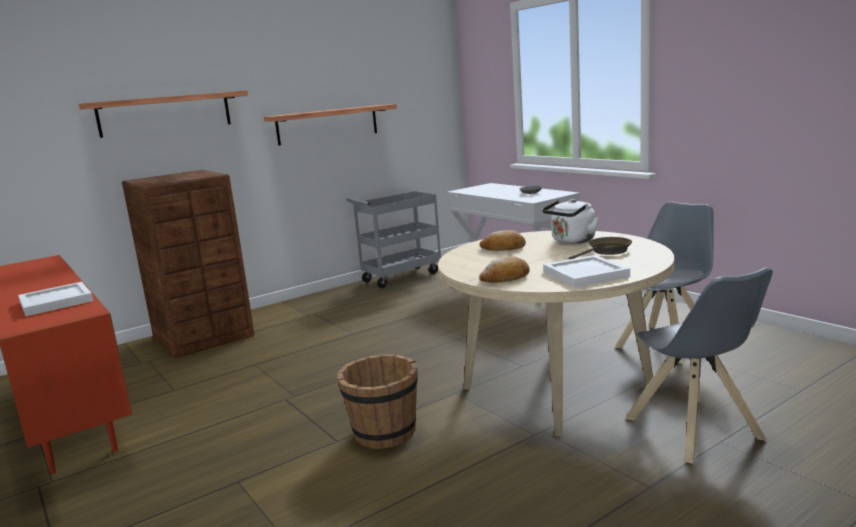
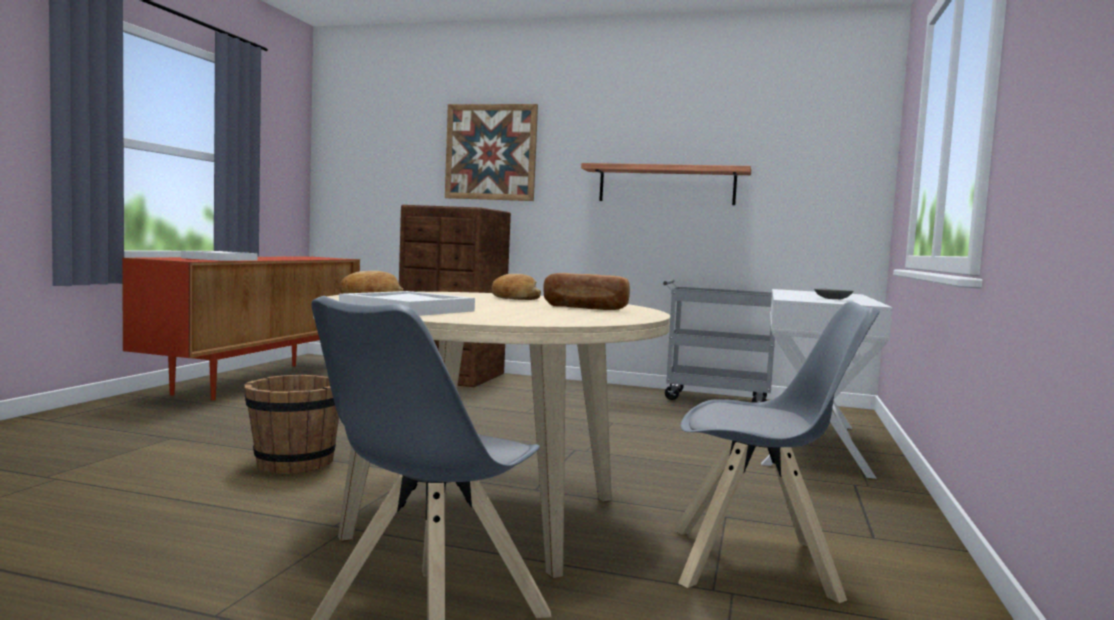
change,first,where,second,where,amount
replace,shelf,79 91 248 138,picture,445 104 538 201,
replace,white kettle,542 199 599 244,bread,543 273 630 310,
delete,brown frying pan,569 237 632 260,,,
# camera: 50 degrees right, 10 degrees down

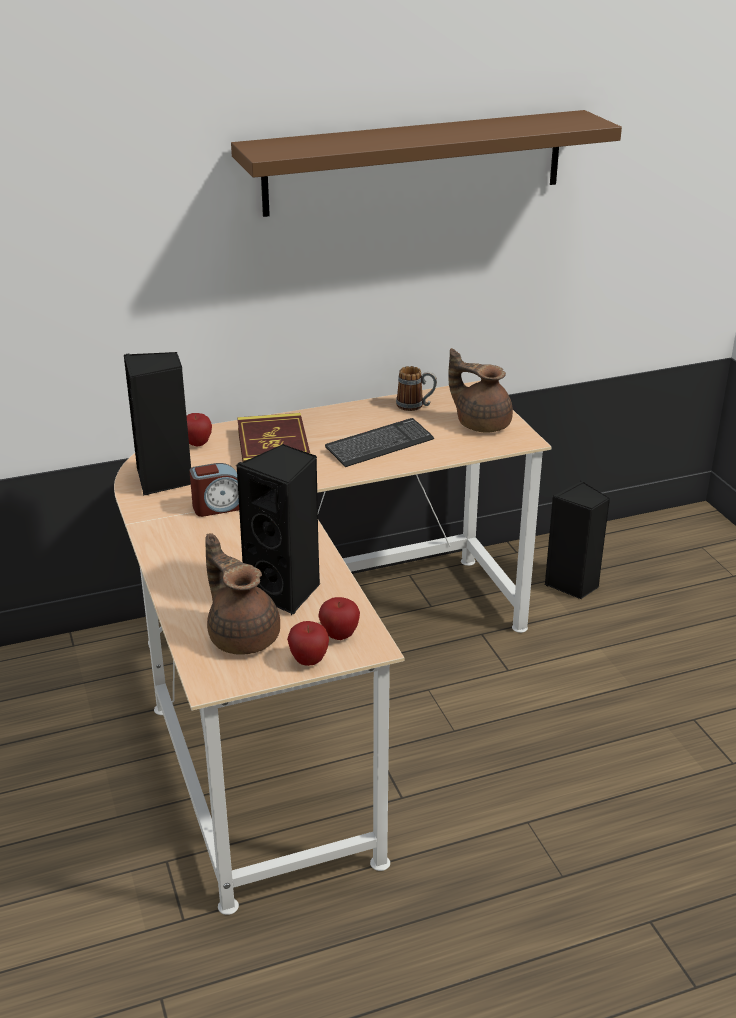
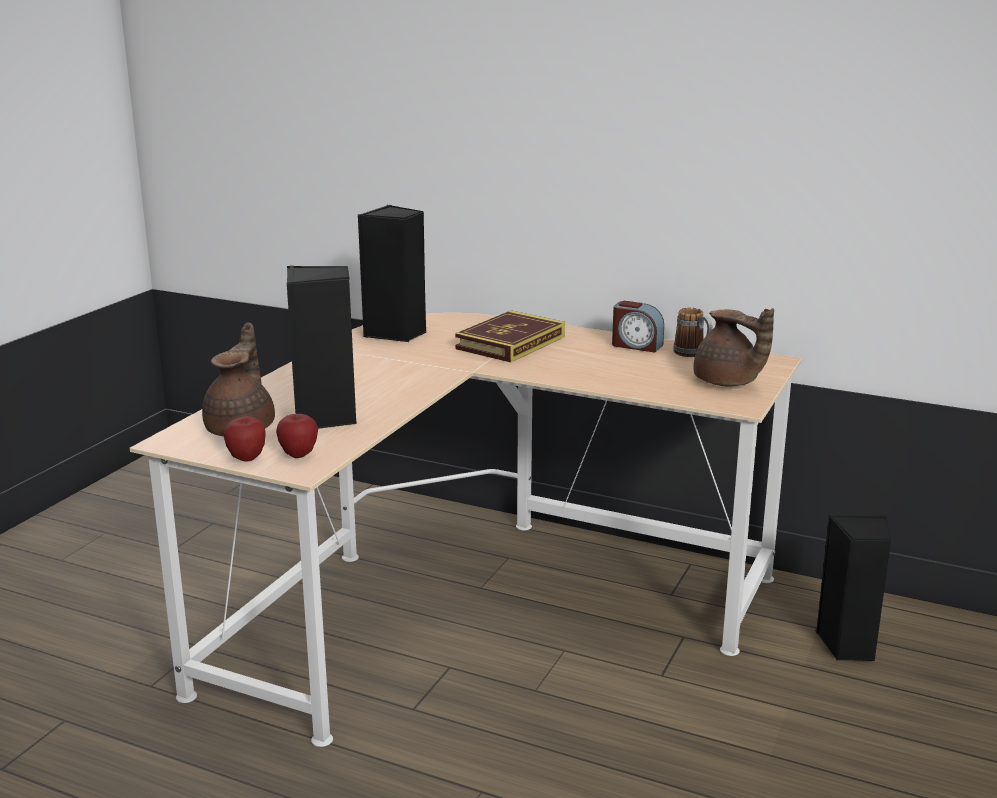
change,first,where,second,where,amount
delete,brown shelf,231 110 622 217,,,
rotate,brown teapot,448 348 513 433,,693 308 774 386,150 degrees clockwise
delete,apple,187 413 212 446,,,
delete,keyboard,325 418 434 467,,,
move,alarm clock,189 463 239 517,,612 300 664 353,
# camera: 45 degrees right, 10 degrees down

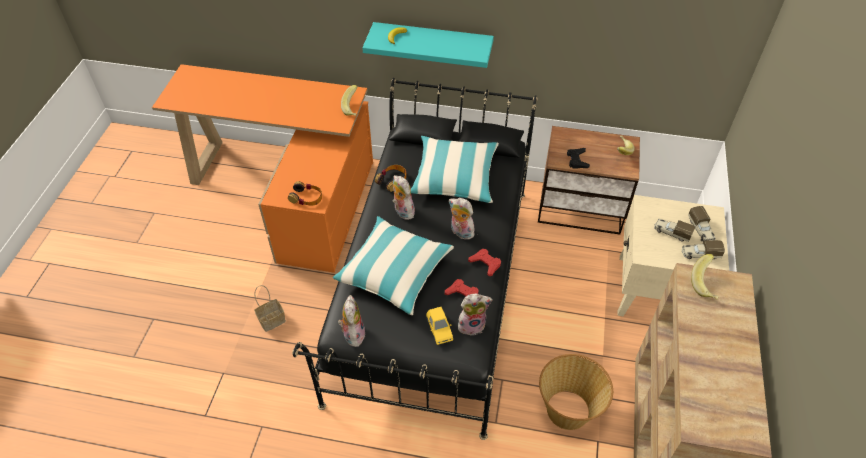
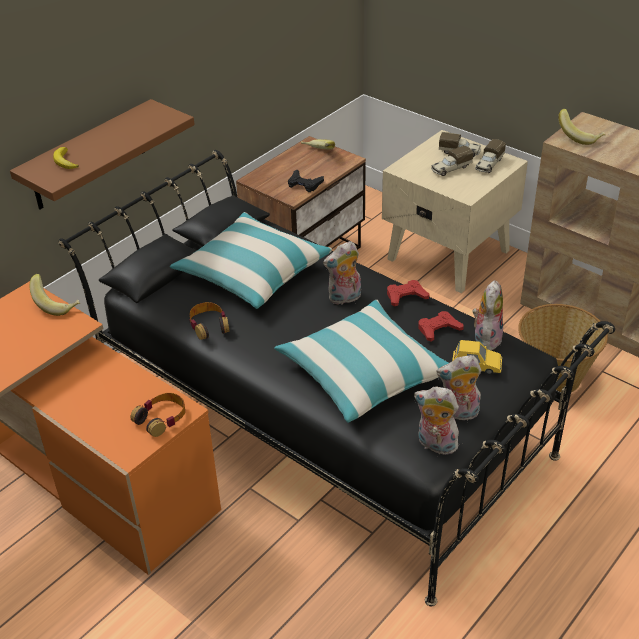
change,first,where,second,where,amount
recolor,turquoise shelf,362 22 494 68,brown shelf,10 99 195 209,
move,plush toy,392 175 415 220,,436 355 482 420,
delete,basket,254 285 286 332,,,
# camera: 60 degrees left, 10 degrees down

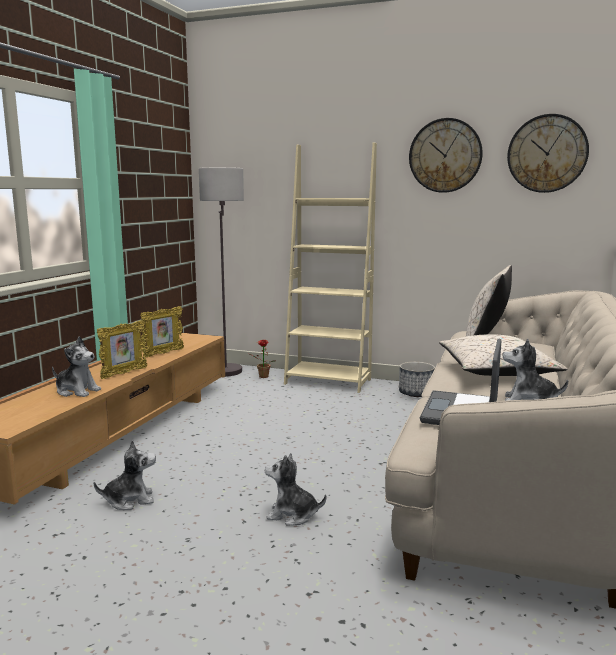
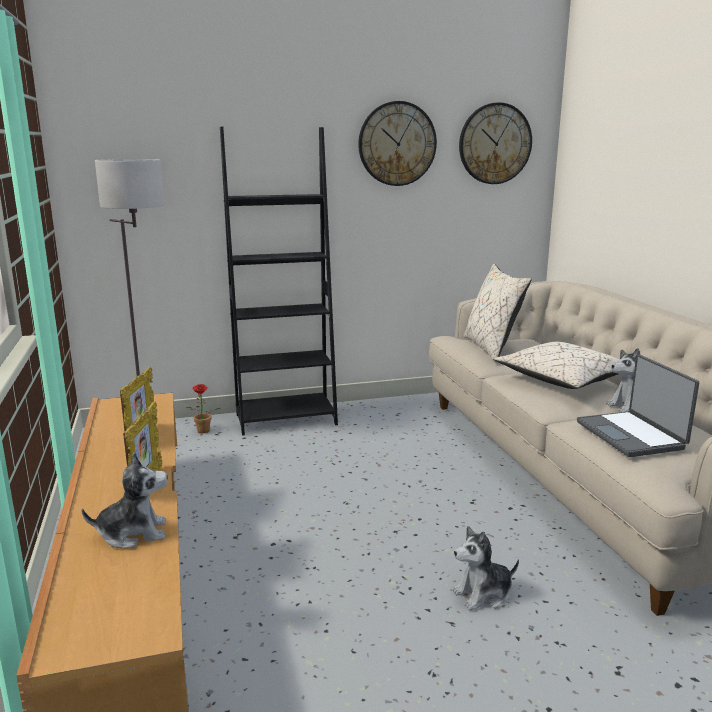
change,first,where,second,where,amount
recolor,beige bookcase,284 143 377 393,black bookcase,220 127 338 436,
delete,planter,399 362 435 397,,,
delete,plush toy,94 439 156 510,,,
# camera: 35 degrees left, 5 degrees up

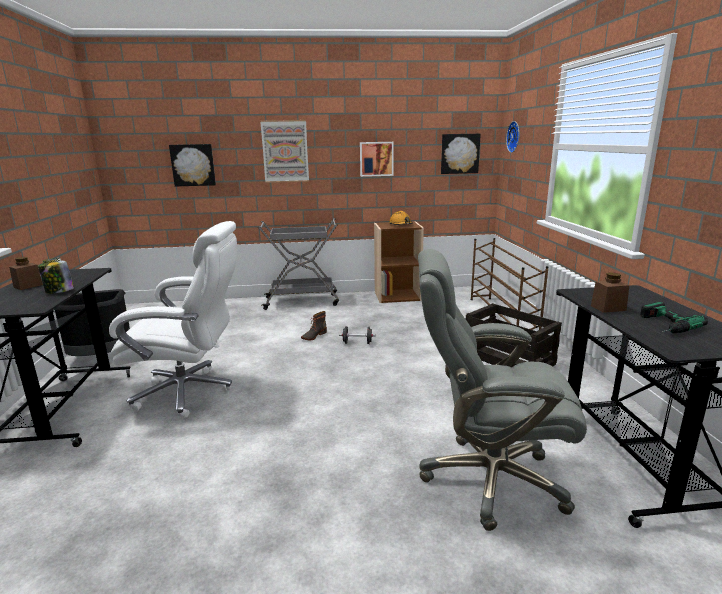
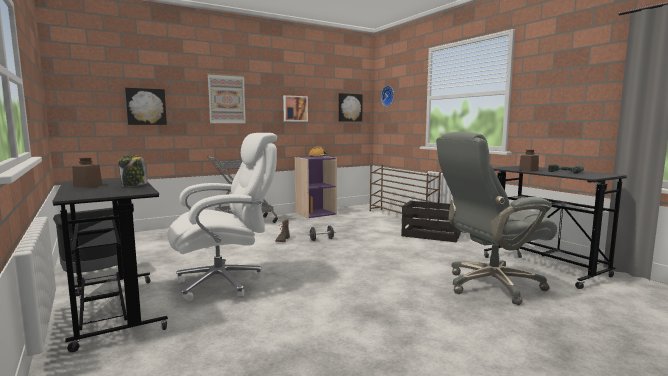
change,first,where,second,where,amount
recolor,brown bookcase,374 221 424 303,purple bookcase,295 156 337 218,
# camera: 25 degrees left, 10 degrees down

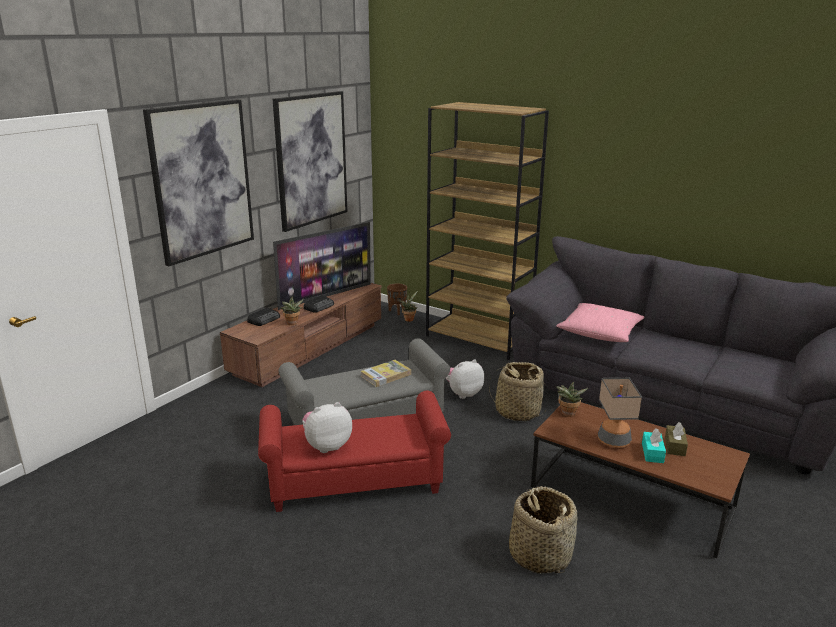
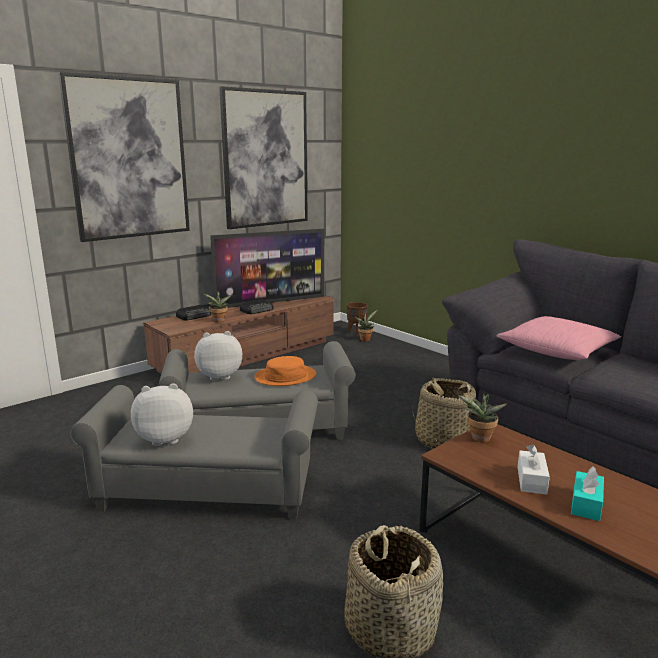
change,first,where,second,where,amount
delete,brown bookcase,426 102 549 360,,,
move,plush toy,446 359 484 399,,194 331 242 381,
replace,book,361 360 411 387,orange hat,254 356 317 386,
replace,table lamp,598 378 642 448,white tissue box,518 445 550 495,
recolor,red ottoman,258 391 451 512,grey ottoman,70 385 318 520,
delete,brown tissue box,665 422 688 456,,,
# camera: 15 degrees right, 5 degrees down

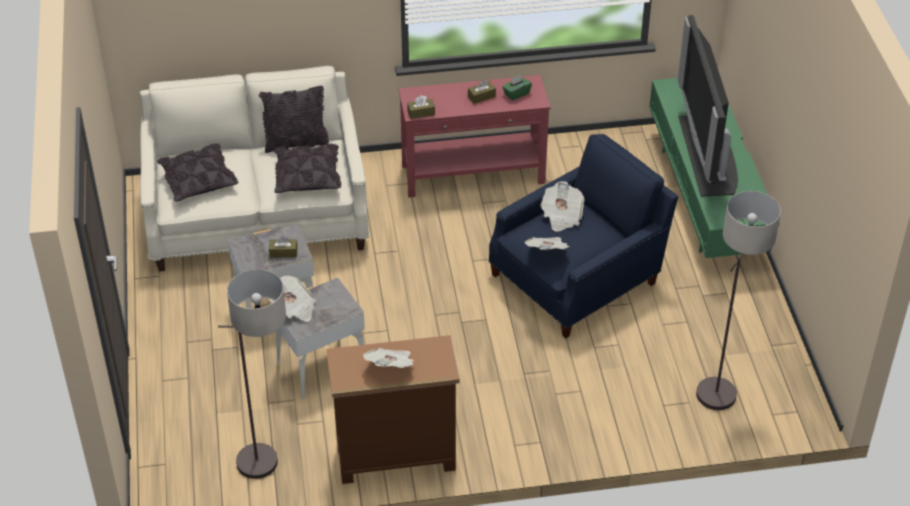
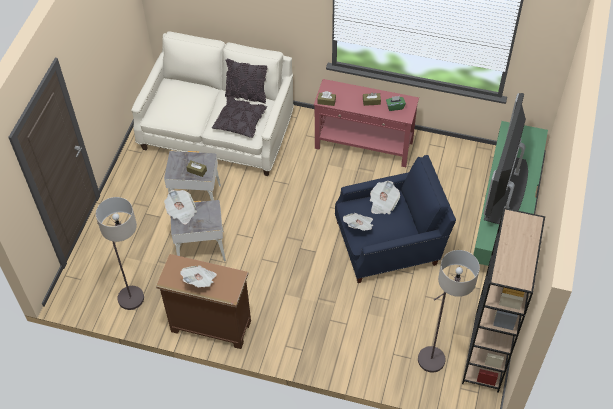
change,first,where,second,where,amount
delete,black pillow,157 143 238 202,,,
insert,,,beige bookcase,462 208 545 393,
# camera: 25 degrees right, 10 degrees up

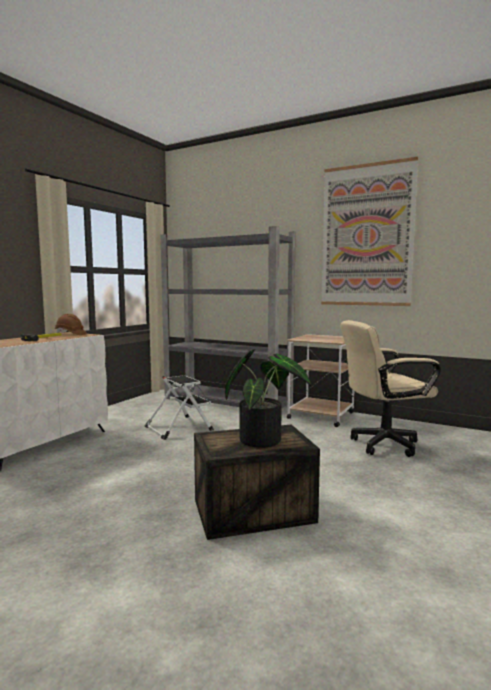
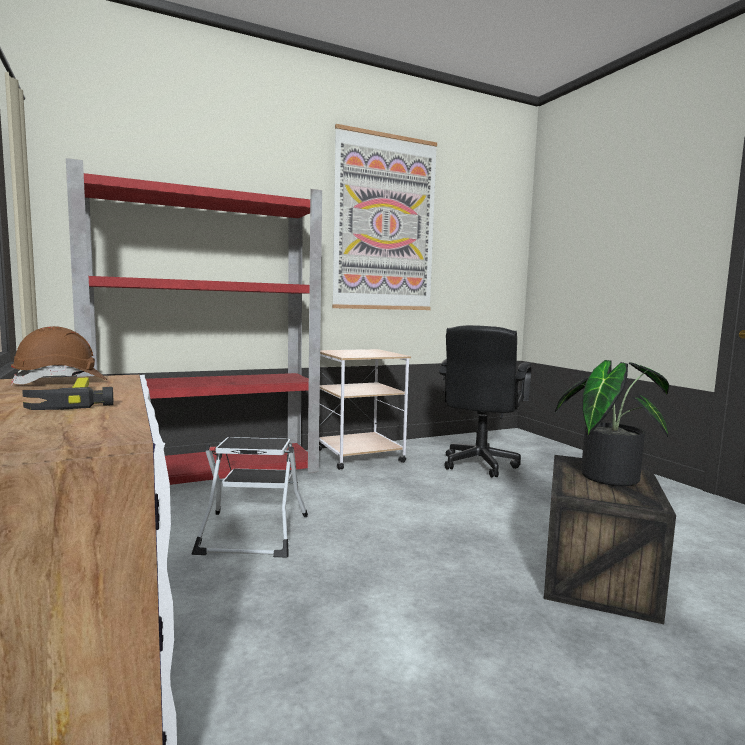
change,first,where,second,where,amount
recolor,grey bookcase,161 226 296 408,red bookcase,66 158 322 485,
recolor,beige office chair,340 320 441 457,black office chair,439 325 531 477,
# camera: 55 degrees left, 0 degrees up

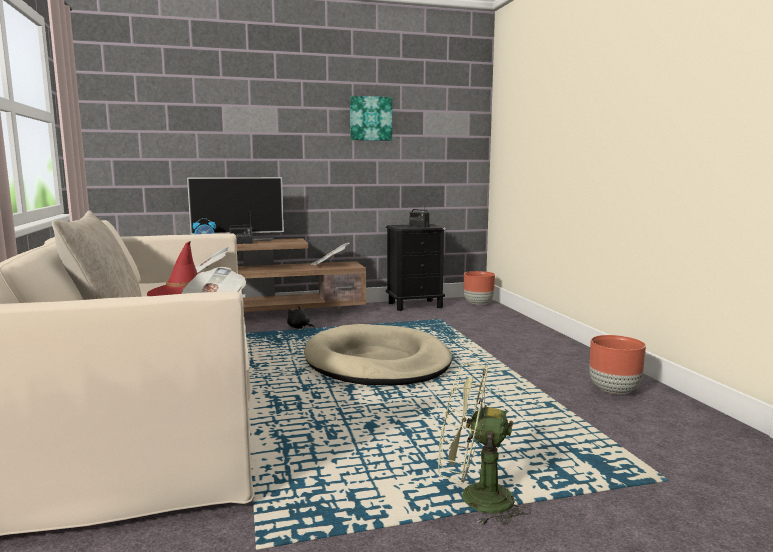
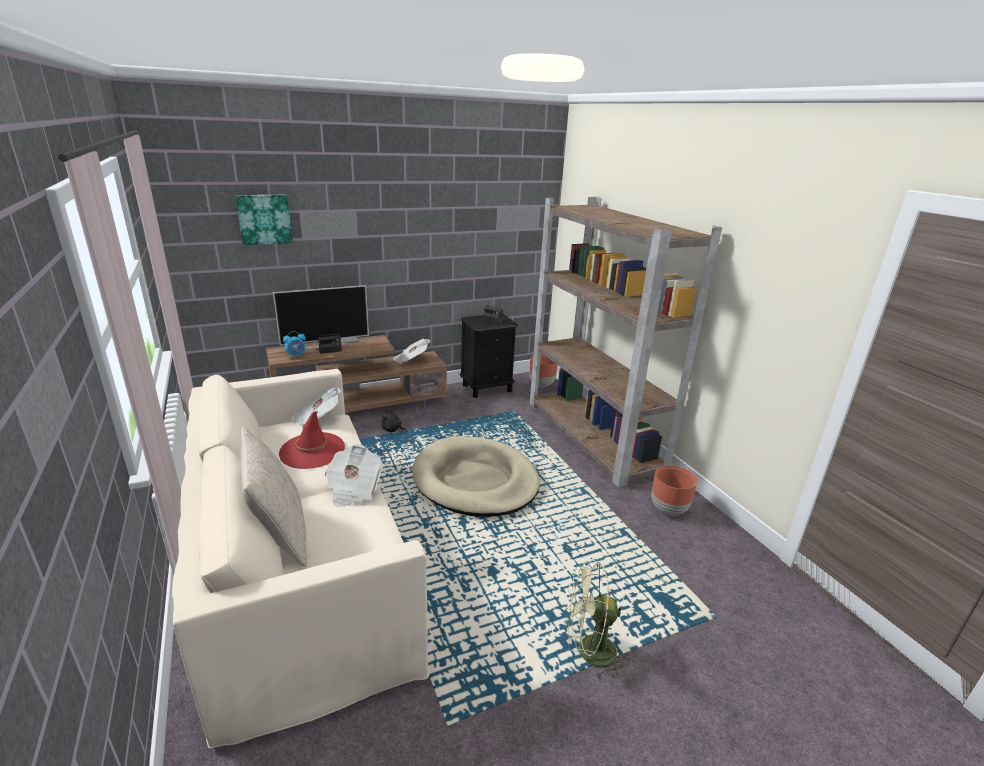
change,first,where,second,where,amount
move,picture,350 96 392 141,,235 195 293 245,
insert,,,brown bookcase,530 197 722 488,
# camera: 10 degrees left, 15 degrees up

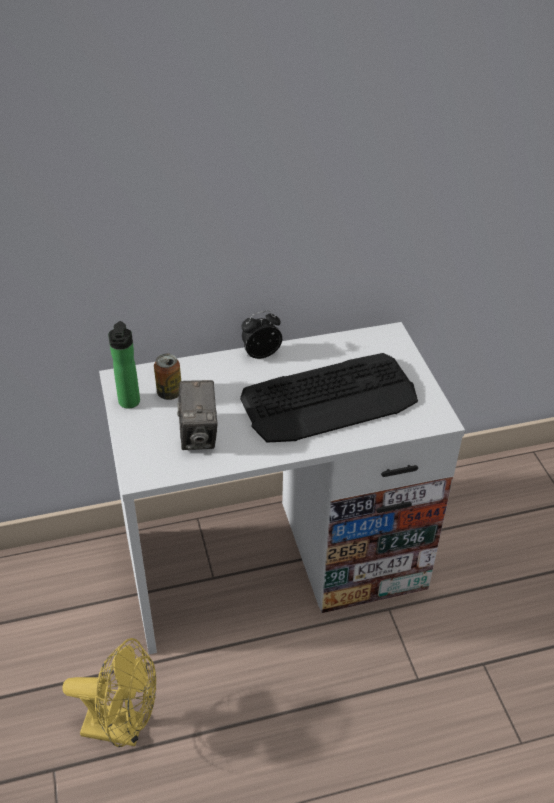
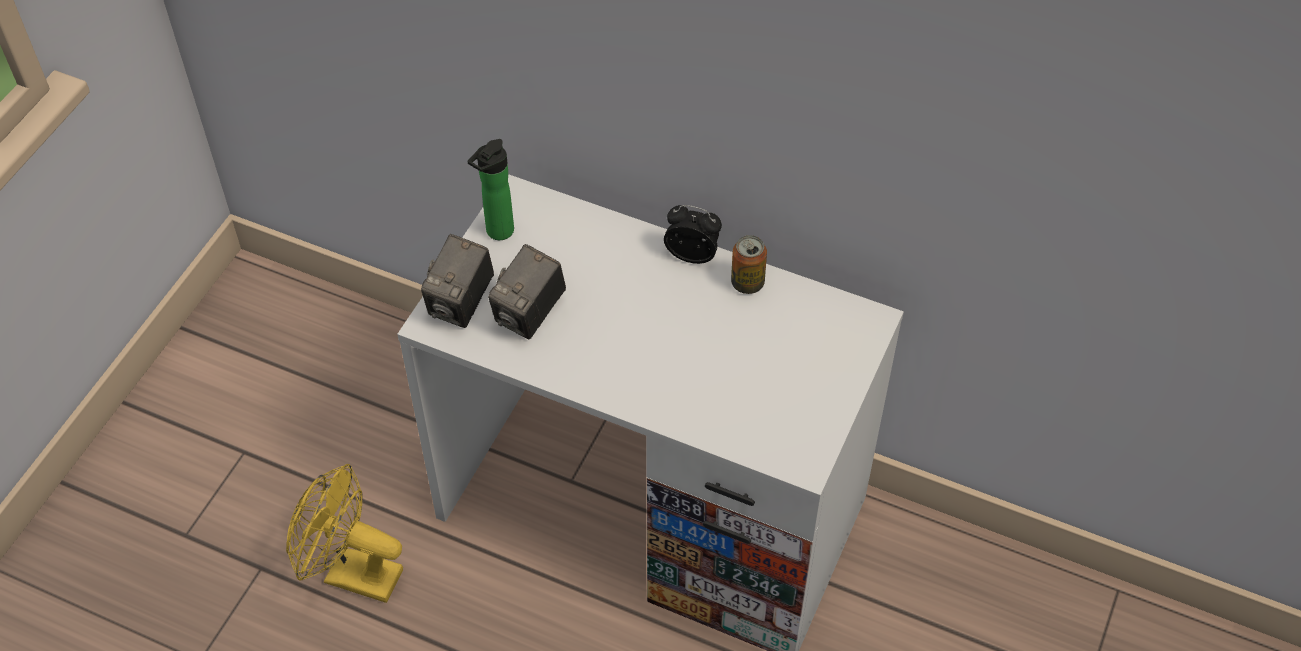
change,first,where,second,where,amount
delete,keyboard,240 353 418 443,,,
move,can,154 354 181 400,,731 235 767 294,
rotate,yellow fan,63 638 156 747,,286 464 403 603,150 degrees clockwise
insert,,,photo camera,421 234 494 328,
# camera: 40 degrees right, 10 degrees up

